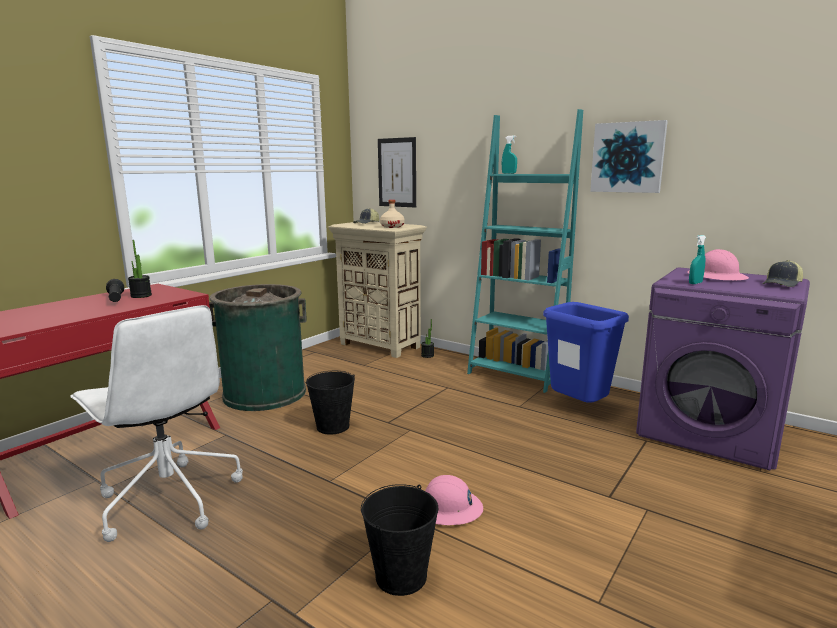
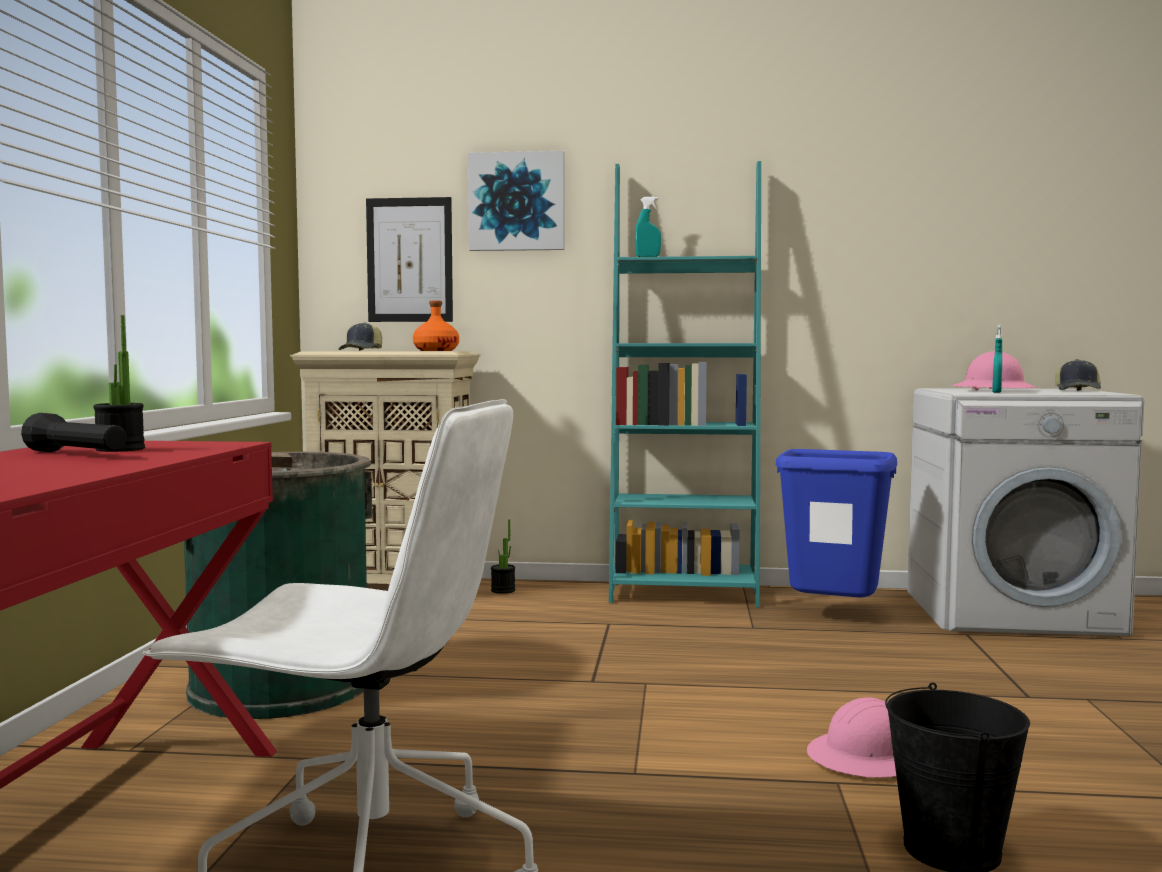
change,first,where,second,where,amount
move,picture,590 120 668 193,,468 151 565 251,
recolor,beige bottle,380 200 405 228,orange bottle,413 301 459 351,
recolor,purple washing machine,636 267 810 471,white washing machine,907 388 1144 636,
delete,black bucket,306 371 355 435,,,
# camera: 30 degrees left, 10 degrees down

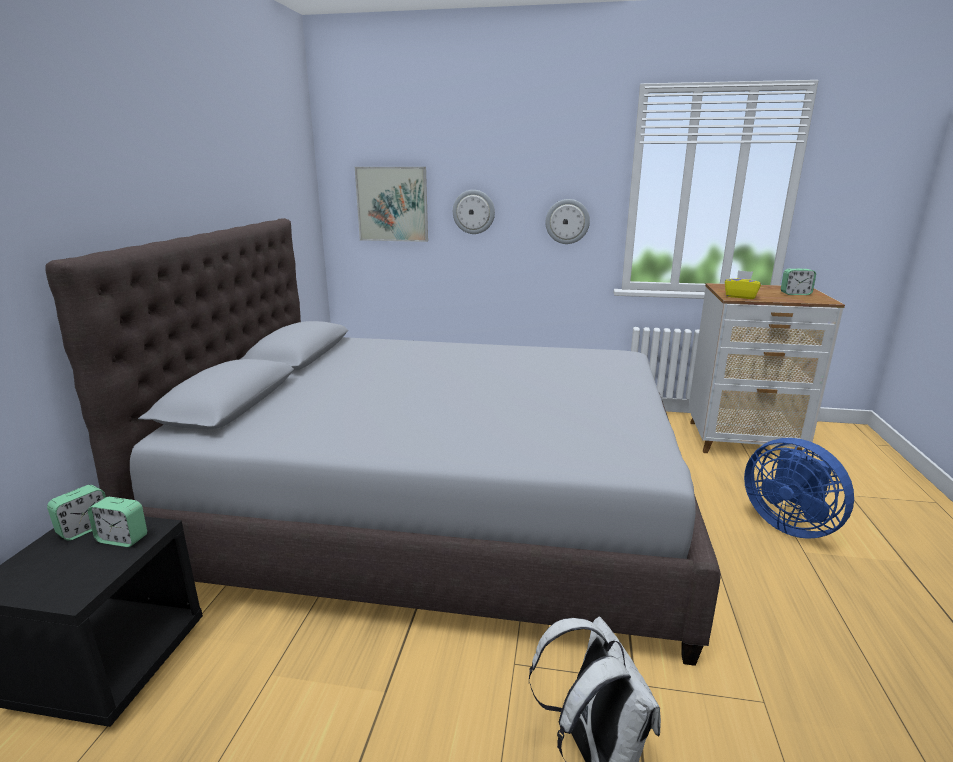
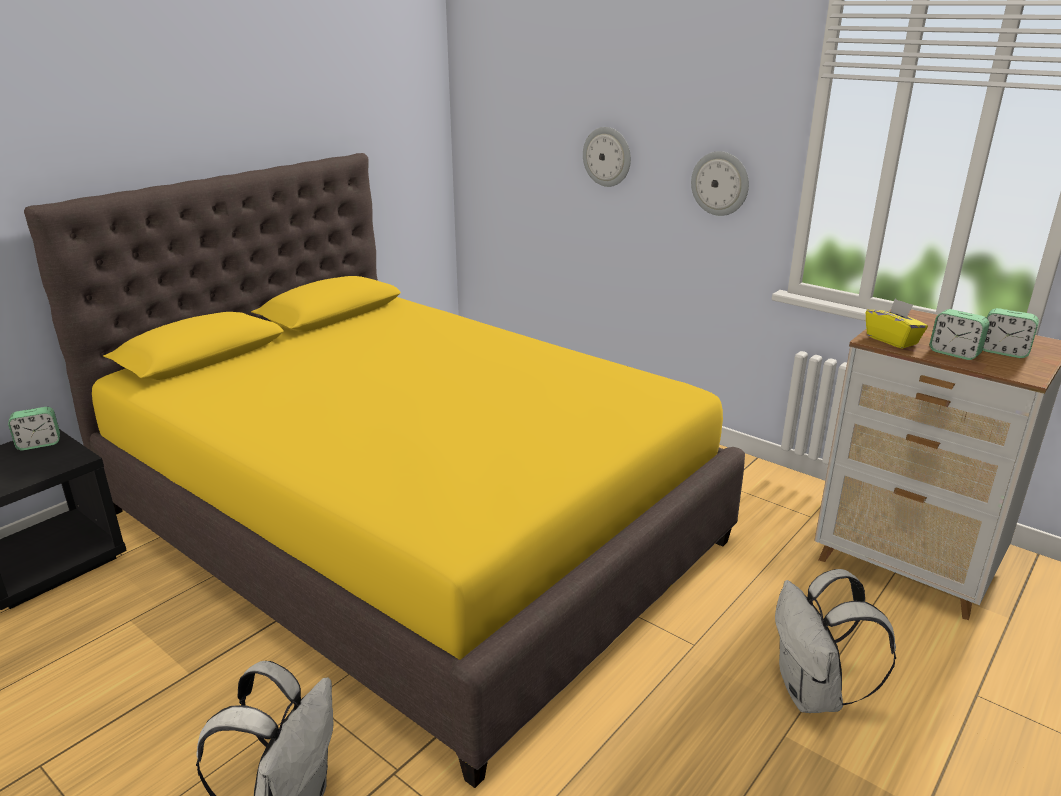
change,first,where,second,where,amount
delete,picture,355 167 428 242,,,
recolor,grey bed,46 218 721 666,yellow bed,24 153 745 788,
replace,blue fan,744 438 854 539,white backpack,775 569 896 713,
move,alarm clock,88 497 147 547,,929 309 990 360,
# camera: 30 degrees right, 5 degrees up

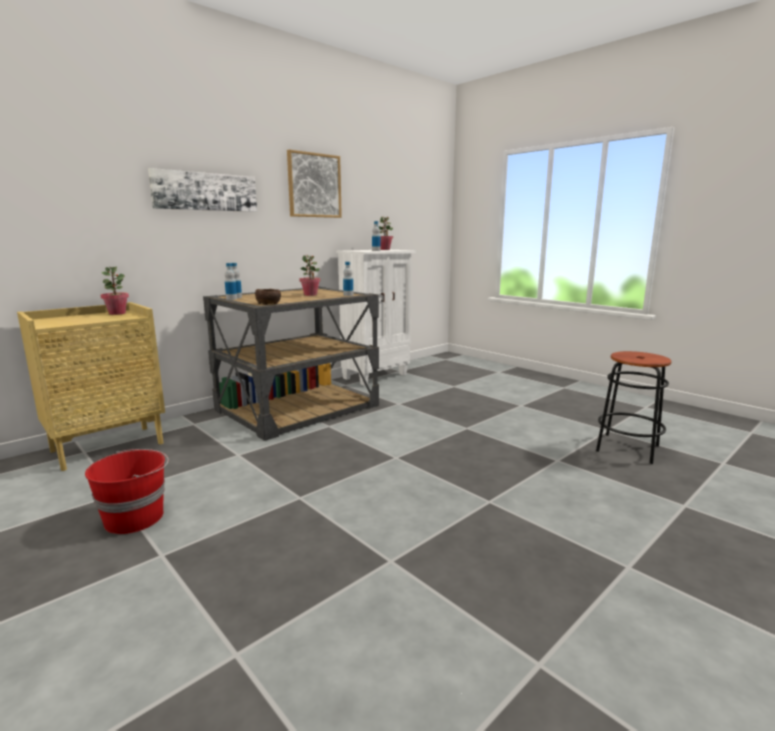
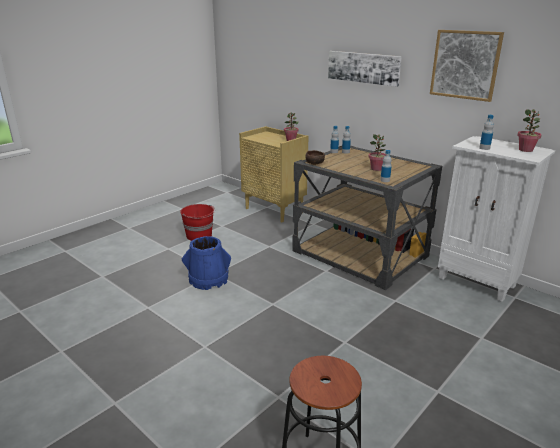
change,first,where,second,where,amount
insert,,,blue bucket,182 236 231 290,
# camera: 85 degrees right, 10 degrees up

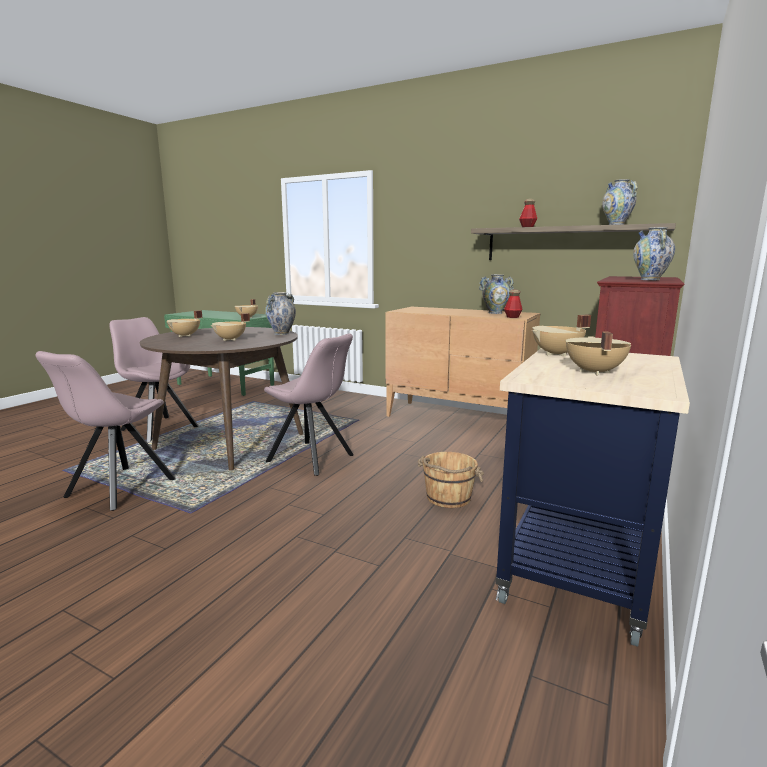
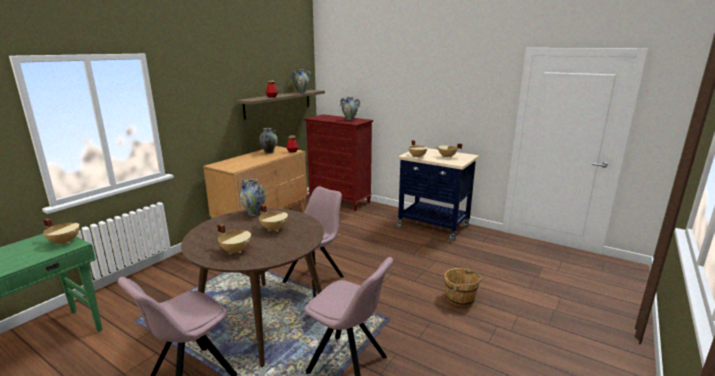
change,first,where,second,where,amount
move,brown bucket,418 452 484 508,,444 268 482 307,
# camera: 85 degrees left, 5 degrees up

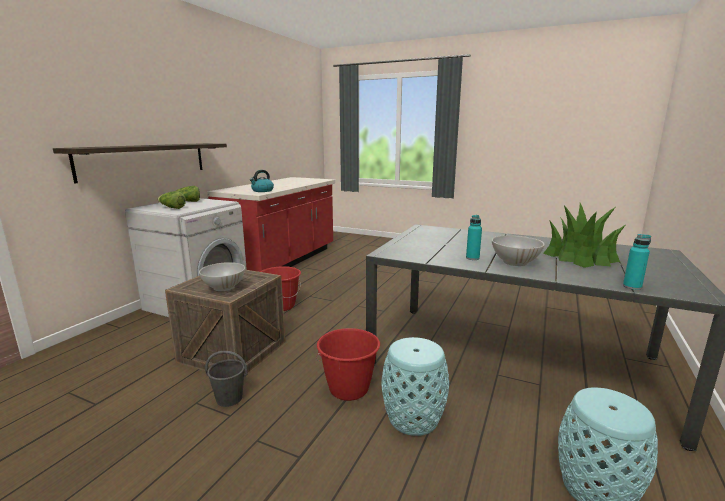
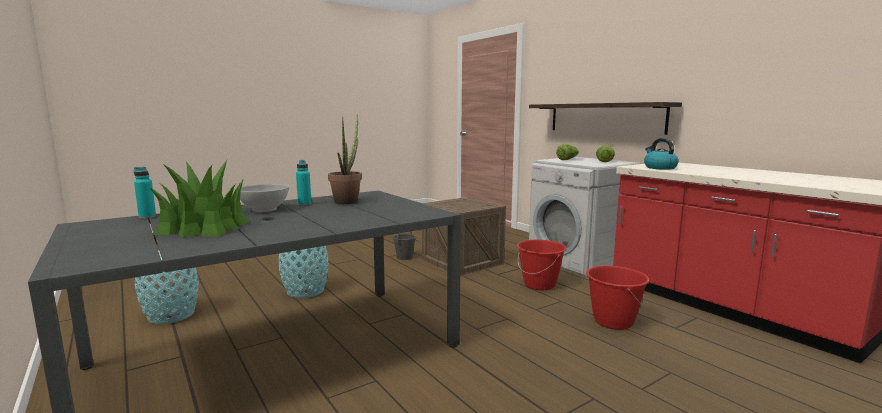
change,first,where,second,where,amount
delete,white bowl,199 262 245 291,,,
move,red bucket,316 328 380 401,,586 266 650 330,
insert,,,potted plant,328 114 362 204,
# camera: 120 degrees right, 5 degrees down

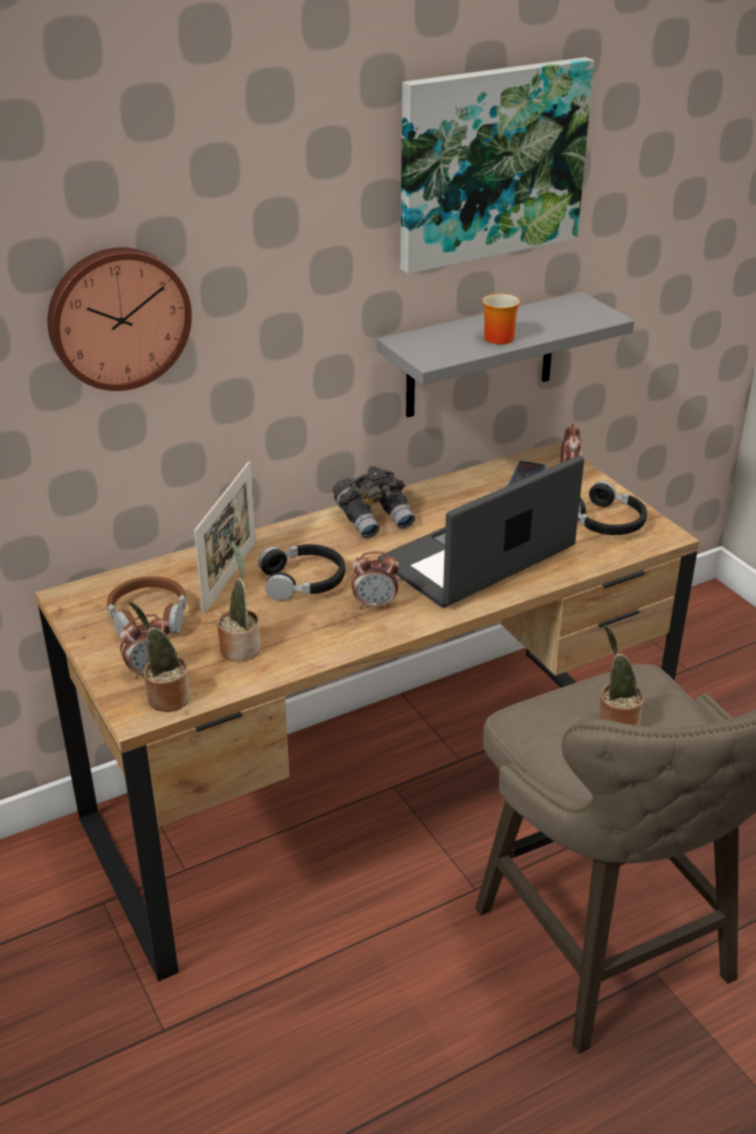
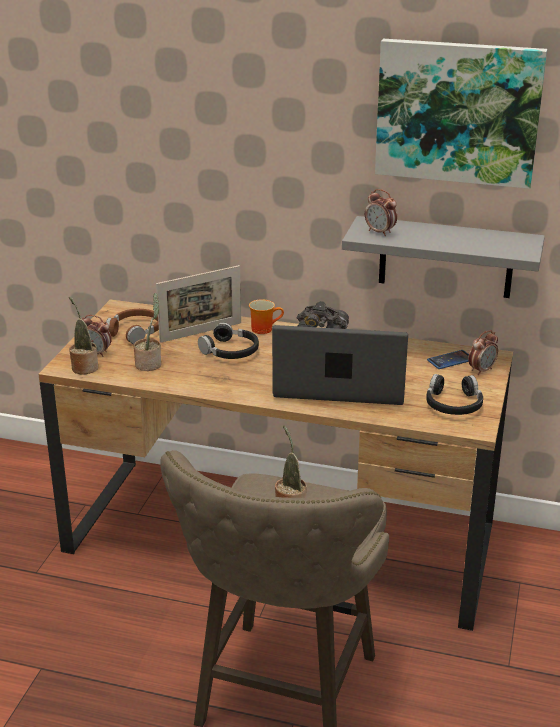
change,first,where,second,where,amount
delete,wall clock,48 247 192 391,,,
move,mug,482 294 520 344,,249 299 284 334,
move,alarm clock,352 551 399 609,,365 189 397 236,
# camera: 45 degrees right, 5 degrees down

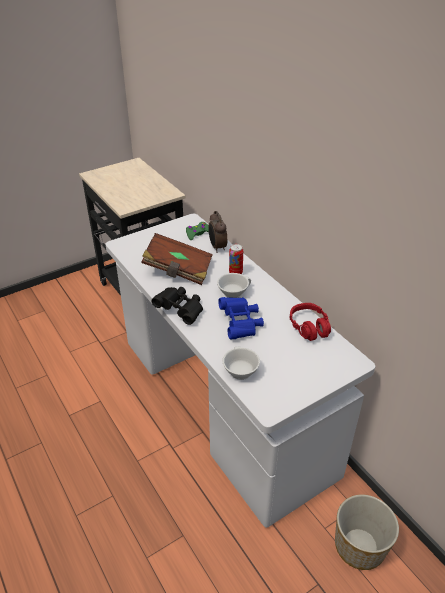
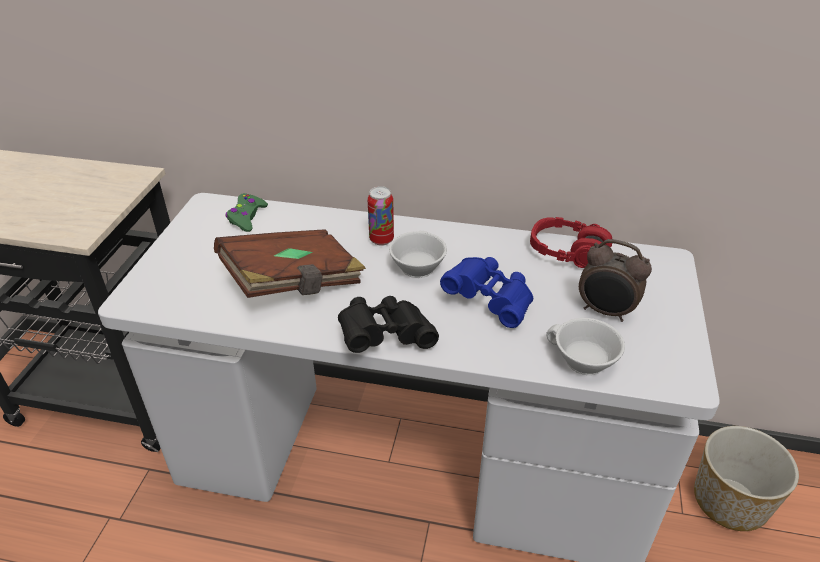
change,first,where,second,where,amount
move,alarm clock,208 211 227 251,,579 239 652 322,
# camera: 45 degrees left, 0 degrees up

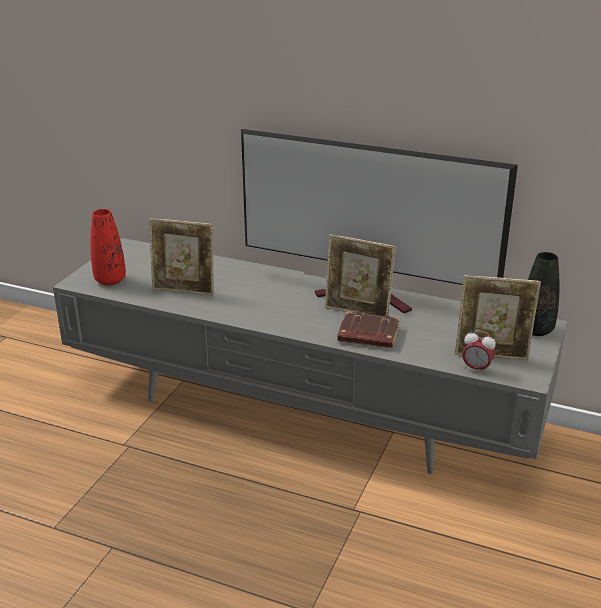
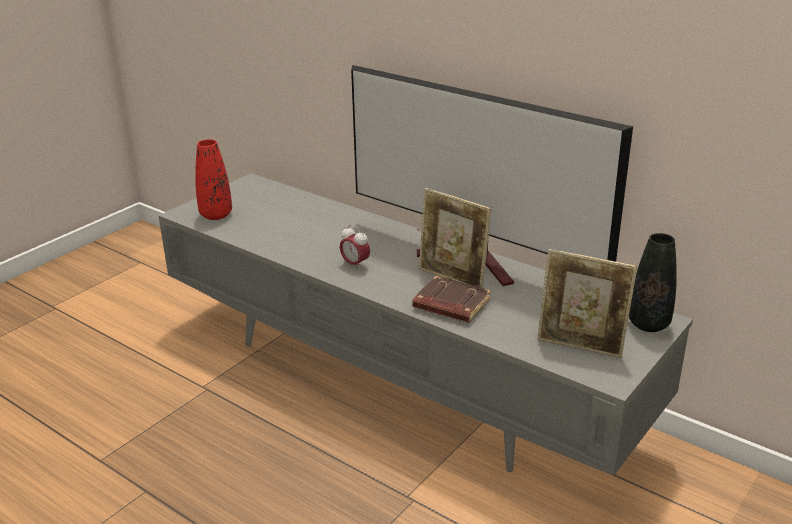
change,first,where,second,where,amount
delete,picture frame,149 218 214 296,,,
move,alarm clock,462 330 496 374,,340 225 370 270,
# camera: 15 degrees right, 0 degrees up

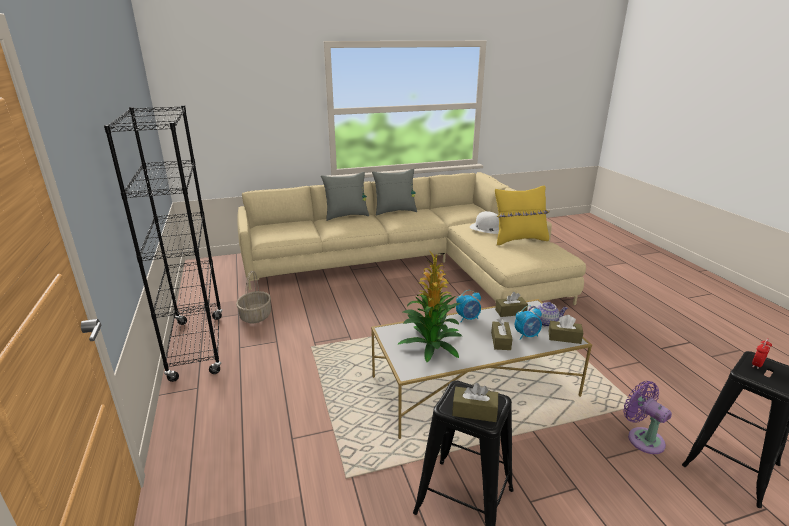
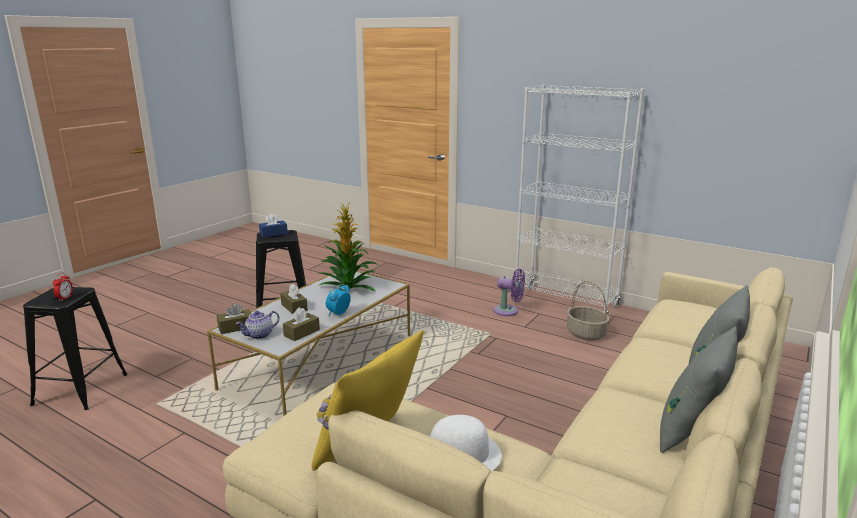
change,first,where,second,where,amount
recolor,black bookcase,104 105 223 382,white bookcase,513 84 644 315,
delete,alarm clock,515 305 542 340,,,
move,purple fan,623 381 672 454,,494 269 525 316,
recolor,brown tissue box,452 383 498 422,blue tissue box,259 213 288 238,
# camera: 140 degrees right, 5 degrees down

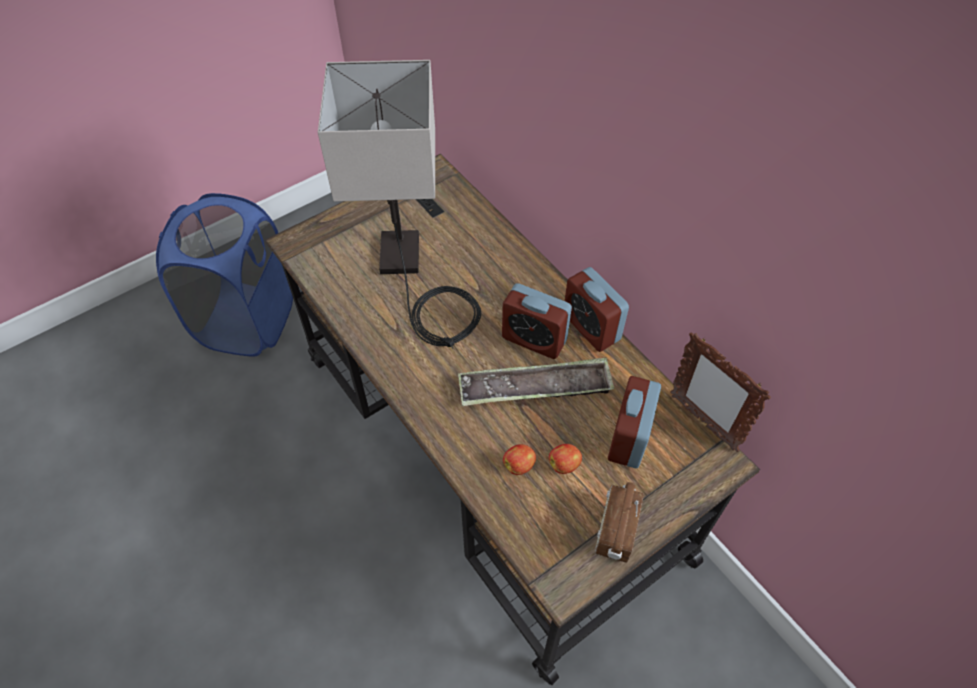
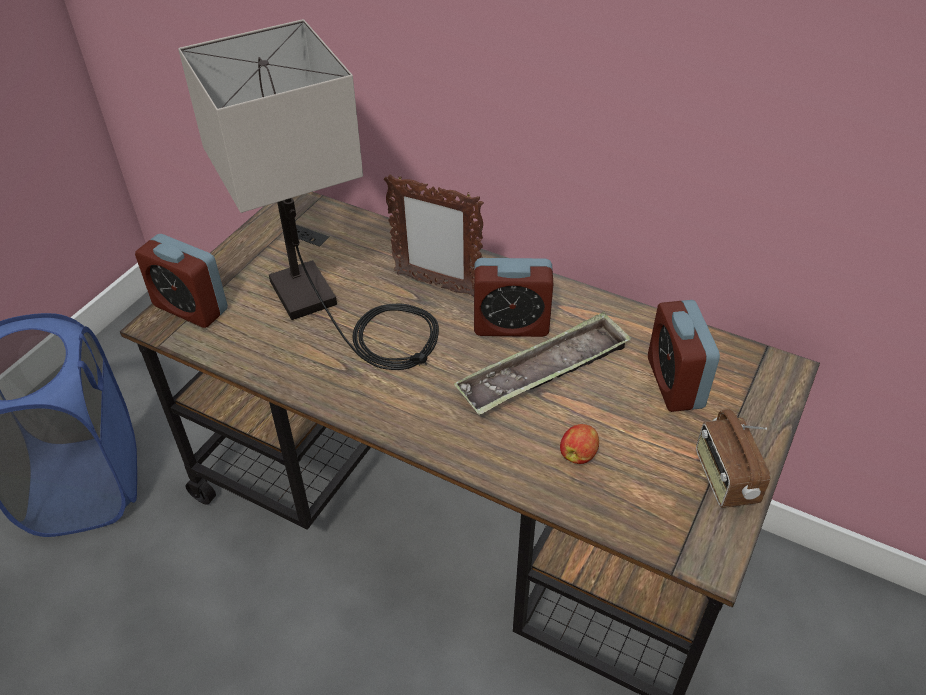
change,first,where,second,where,amount
move,alarm clock,565 267 629 352,,135 234 228 328,
move,picture frame,670 332 771 452,,384 174 484 297,
delete,apple,549 444 582 474,,,
# camera: 25 degrees left, 10 degrees down

